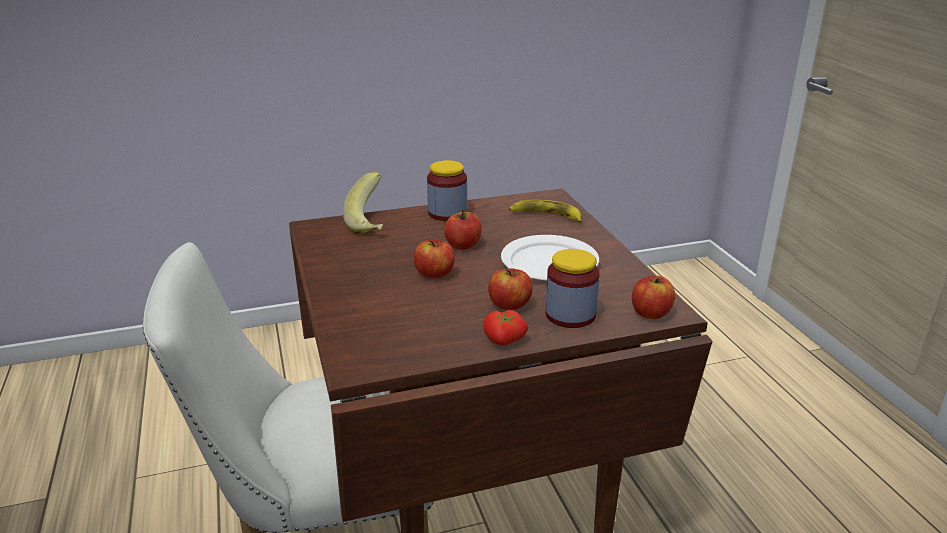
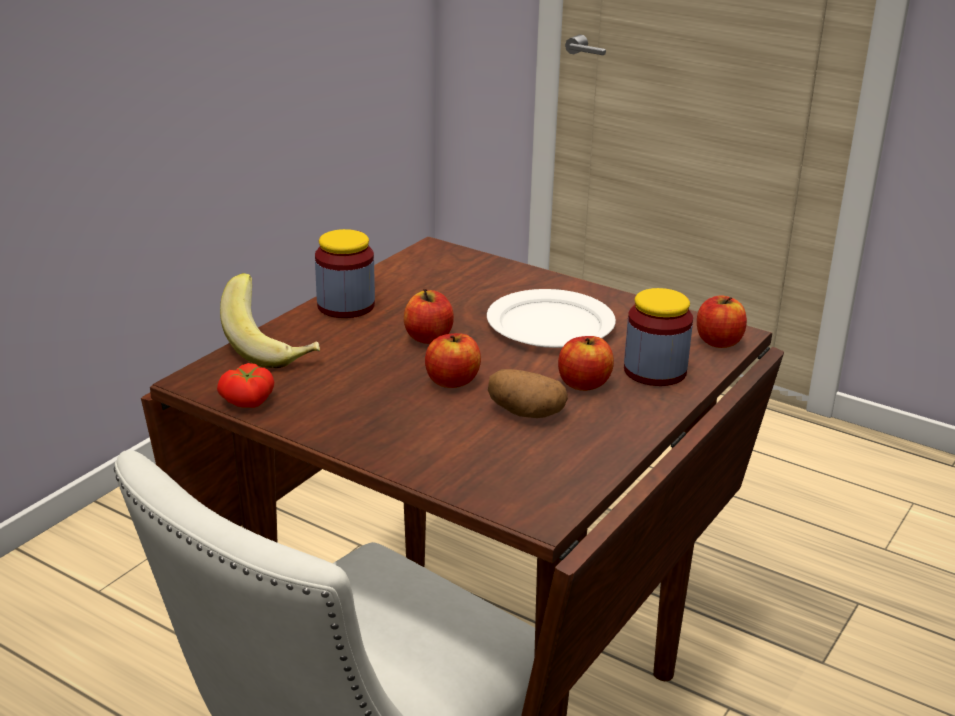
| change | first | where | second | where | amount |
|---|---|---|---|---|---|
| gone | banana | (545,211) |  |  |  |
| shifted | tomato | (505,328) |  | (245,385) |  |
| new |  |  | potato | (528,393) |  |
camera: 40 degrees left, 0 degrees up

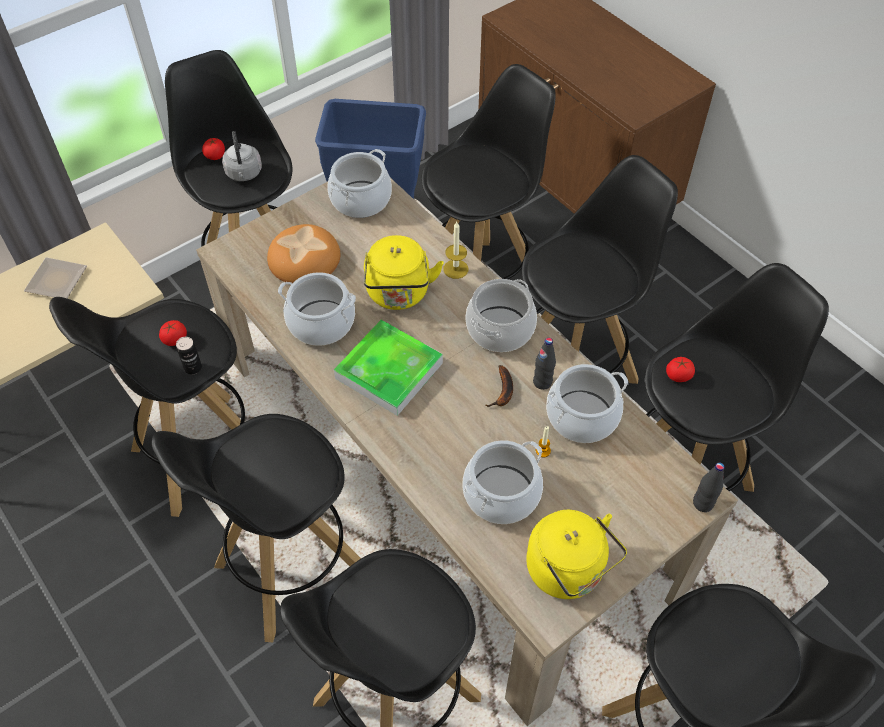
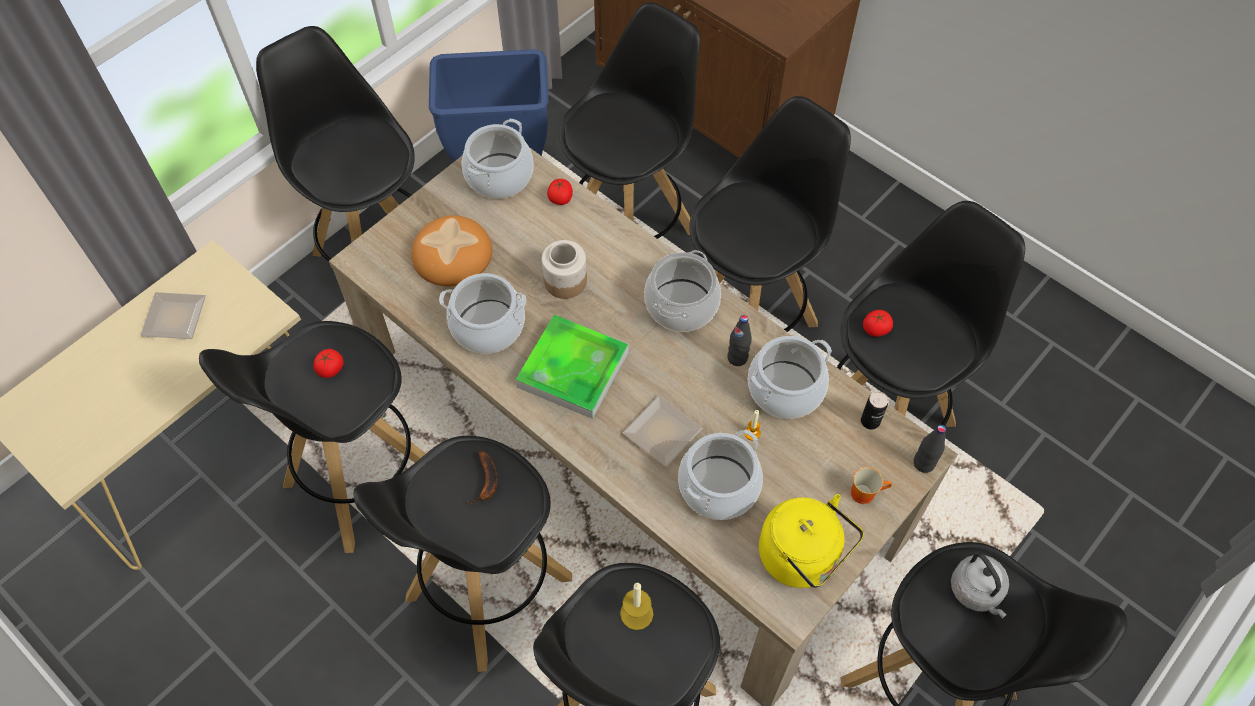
| change | first | where | second | where | amount |
|---|---|---|---|---|---|
| shifted | grey_kettle | (242,156) |  | (980,585) |  |
| shifted | tomato | (213,149) |  | (560,192) |  |
| shifted | candle | (455,250) |  | (636,606) |  |
| swapped | yellow_kettle | (404,272) | jar | (564,269) |  |
| shifted | can | (189,355) |  | (874,410) |  |
| shifted | banana | (499,386) |  | (482,477) |  |
| new |  |  | plate | (662,431) |  |
| new |  |  | mug | (871,485) |  |
camera: 10 degrees left, 5 degrees up

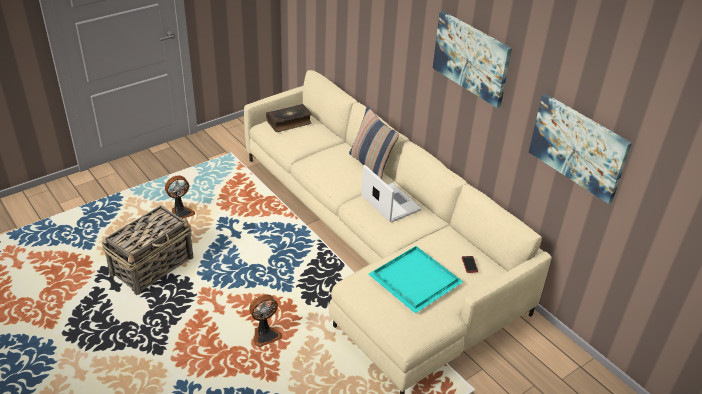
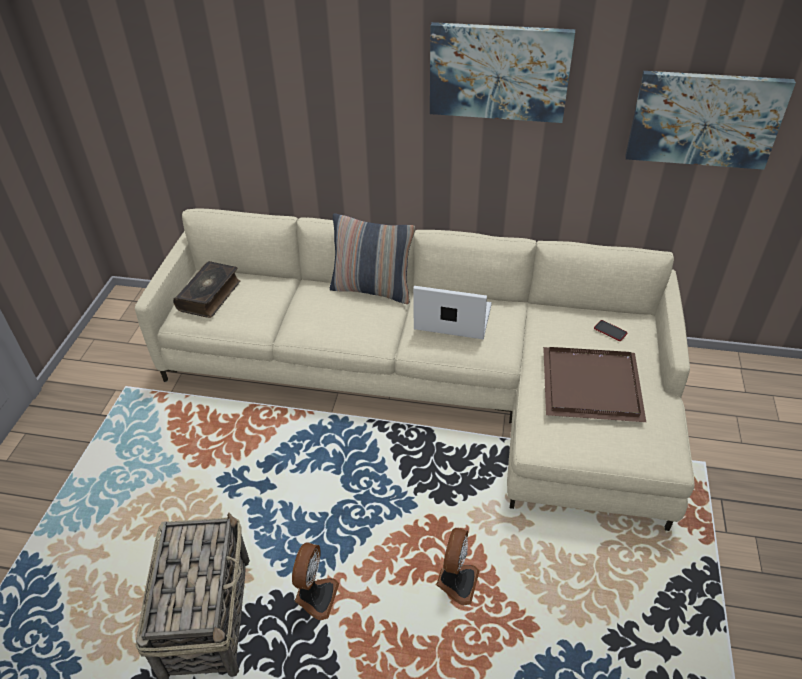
| change | first | where | second | where | amount |
|---|---|---|---|---|---|
| shifted | fan | (180,197) |  | (315,581) |  |
| repainted | turquoise_tray | (416,279) | brown_tray | (594,384) |  |
camera: 40 degrees left, 5 degrees up

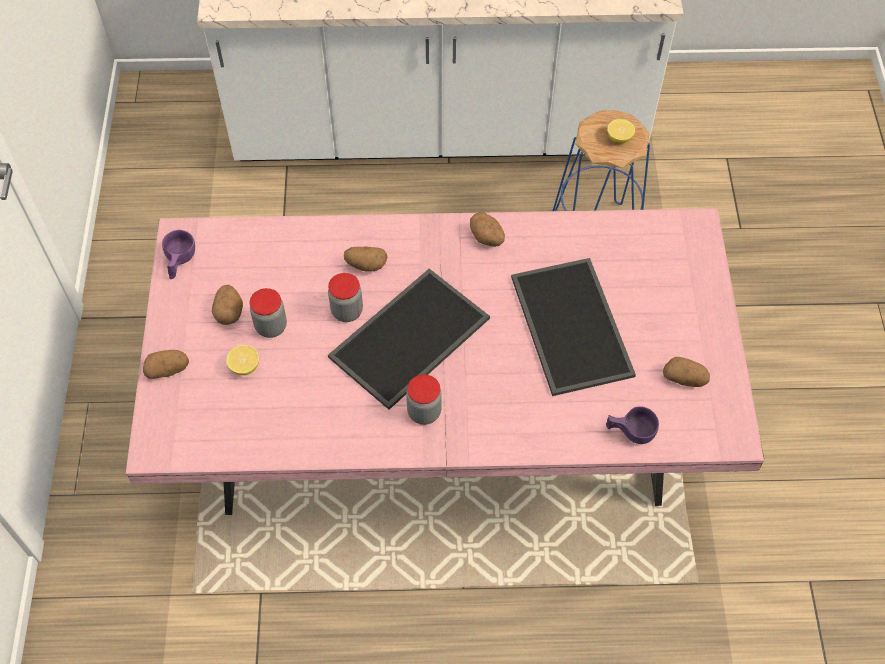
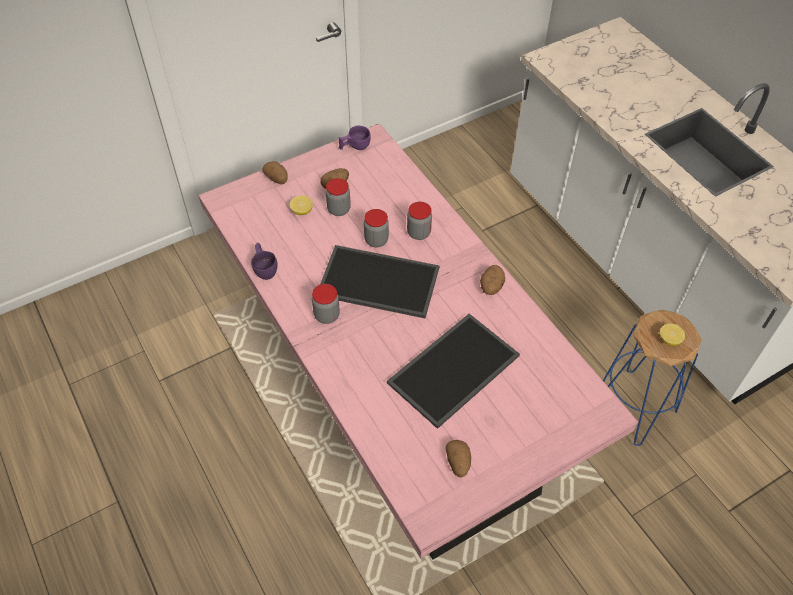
| change | first | where | second | where | amount |
|---|---|---|---|---|---|
| swapped | potato | (365,259) | jar | (419,221) |  |
| shifted | purple_cup | (632,425) |  | (264,261) |  |
camera: 60 degrees right, 5 degrees down

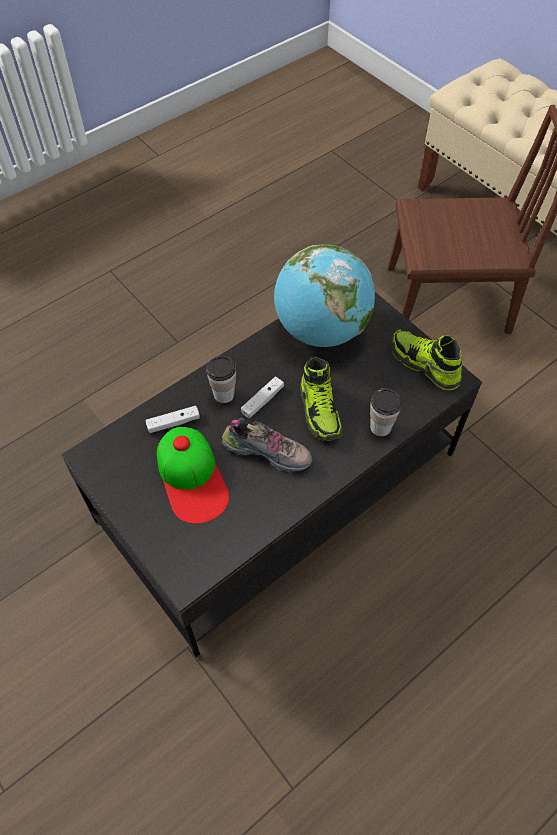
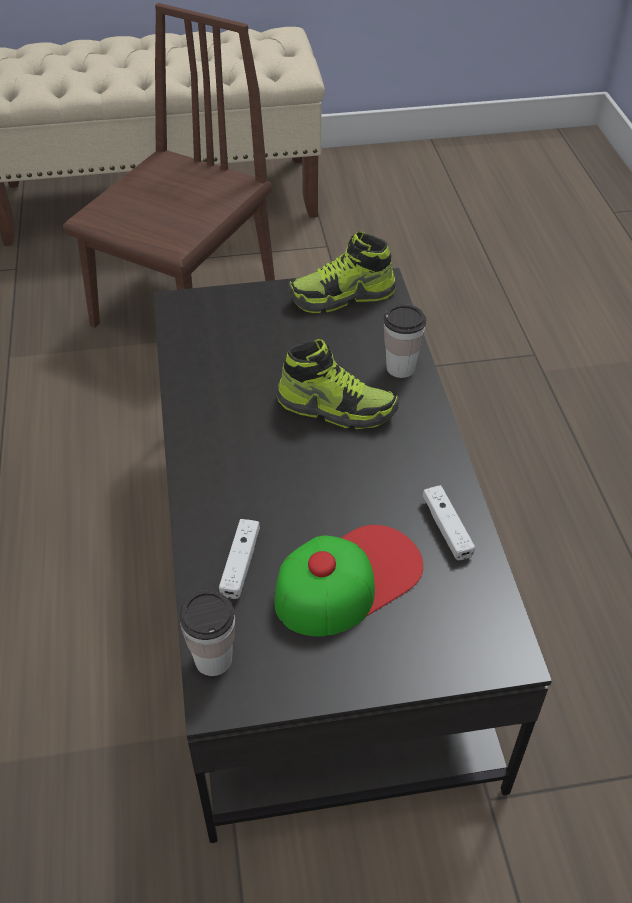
| change | first | where | second | where | amount |
|---|---|---|---|---|---|
| gone | globe | (324,296) |  |  |  |
| shifted | cup | (221,379) |  | (207,633) |  |
| shifted | white_game_controller | (262,397) |  | (449,522) |  |
| gone | shoe | (267,445) |  |  |  |
| rotated | cap | (193,475) |  | (349,580) | 45 degrees counterclockwise |
camera: 60 degrees left, 10 degrees down

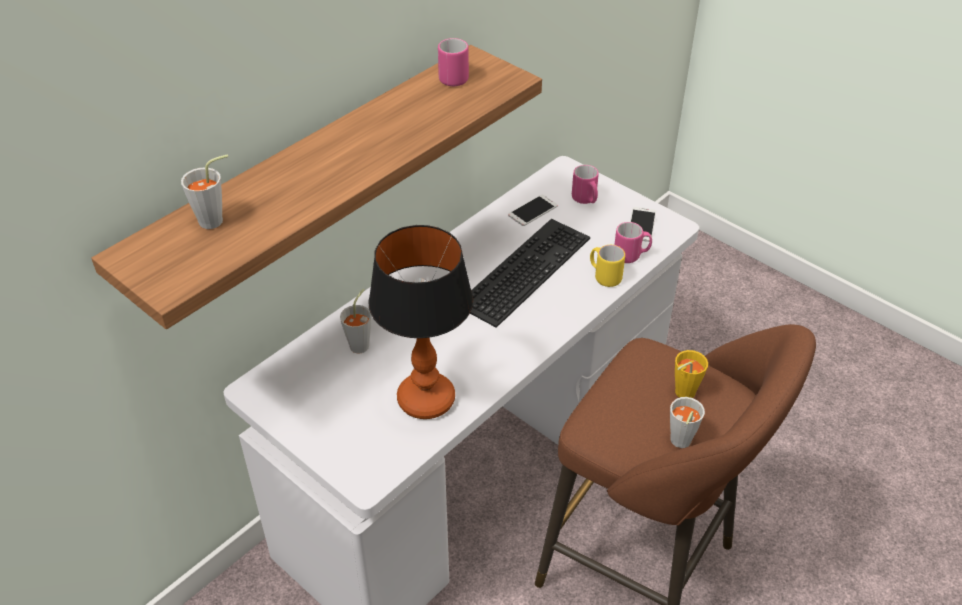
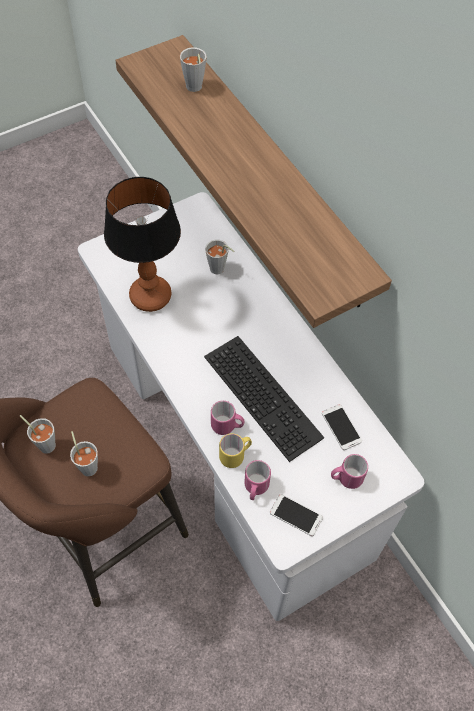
| change | first | where | second | where | amount |
|---|---|---|---|---|---|
| shifted | pink_mug | (453,62) |  | (227,418) |  |
| repainted | yellow_cup | (691,374) | grey_cup | (84,454) |  |
camera: 105 degrees right, 15 degrees up

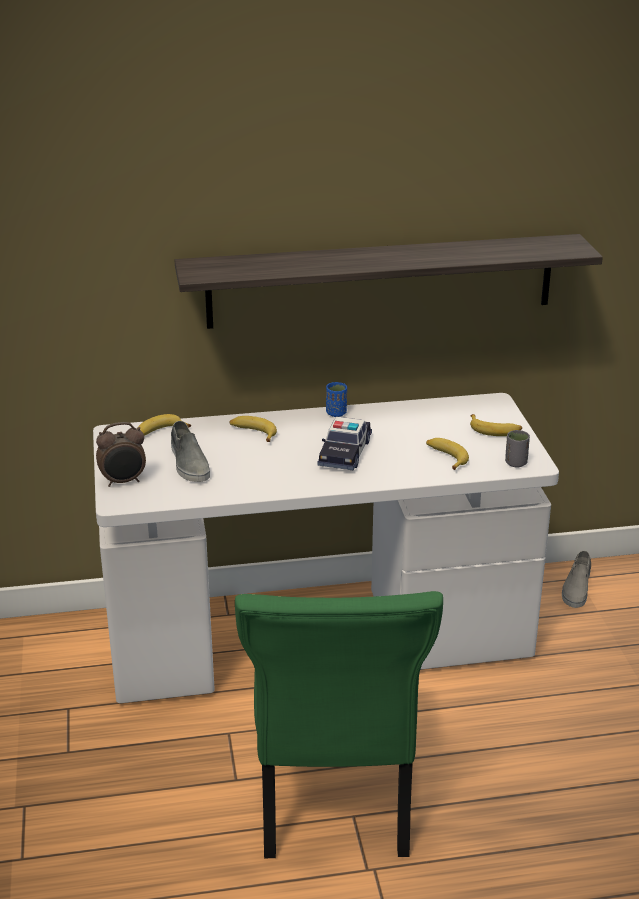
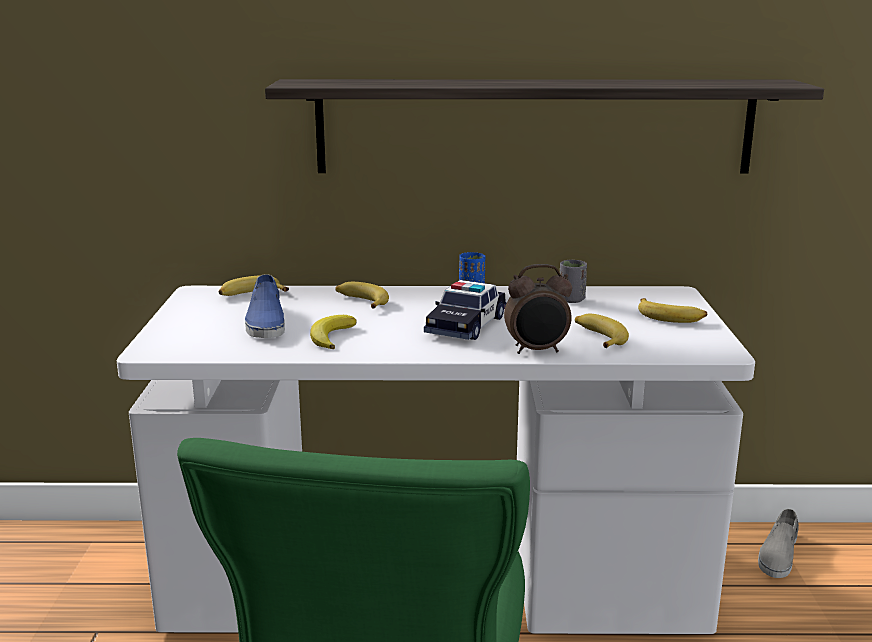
| change | first | where | second | where | amount |
|---|---|---|---|---|---|
| repainted | grey_shoe | (190,451) | blue_shoe | (265,306) |  |
| shifted | alarm_clock | (121,454) |  | (538,309) |  |
| shifted | grey_cup | (517,448) |  | (573,281) |  |
| new |  |  | banana | (333,332) |  |
camera: 10 degrees right, 10 degrees down

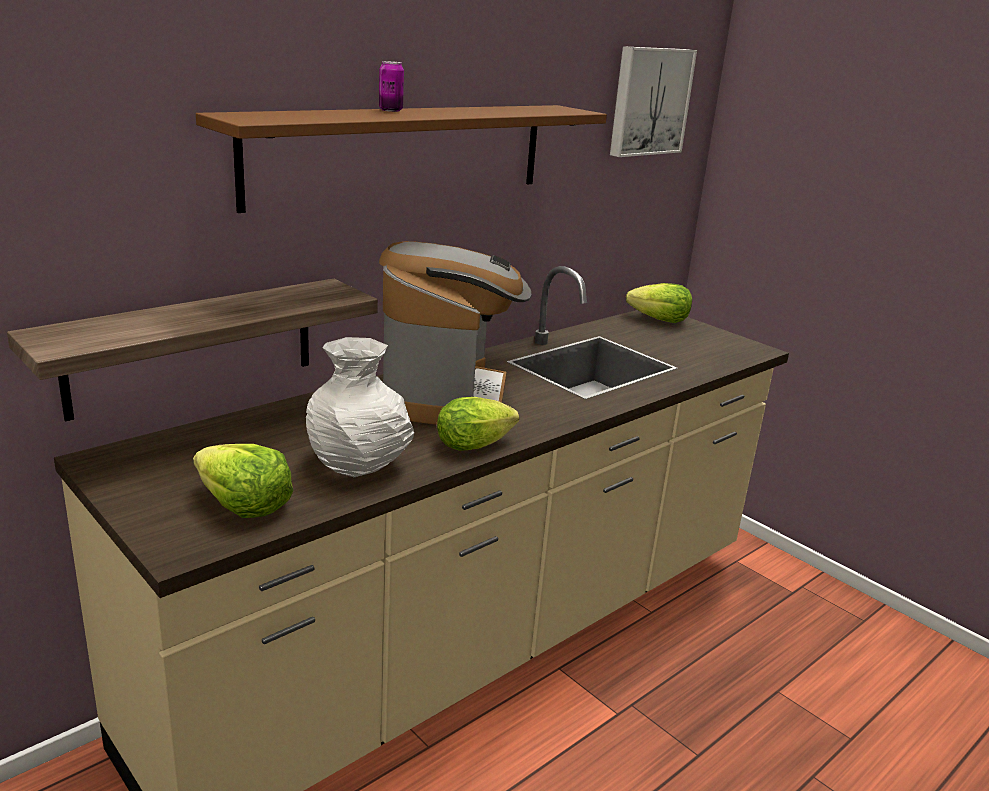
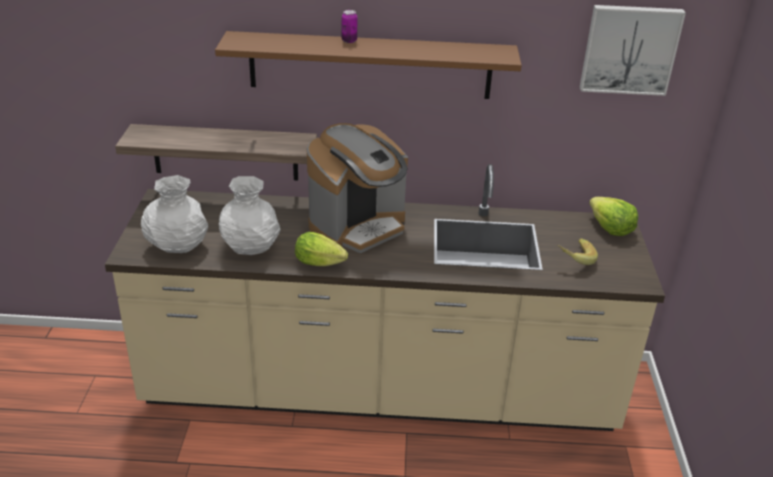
| change | first | where | second | where | amount |
|---|---|---|---|---|---|
| swapped | lettuce | (243,481) | white_vase | (174,214) |  |
| new |  |  | banana | (577,251) |  |
camera: 45 degrees right, 10 degrees up

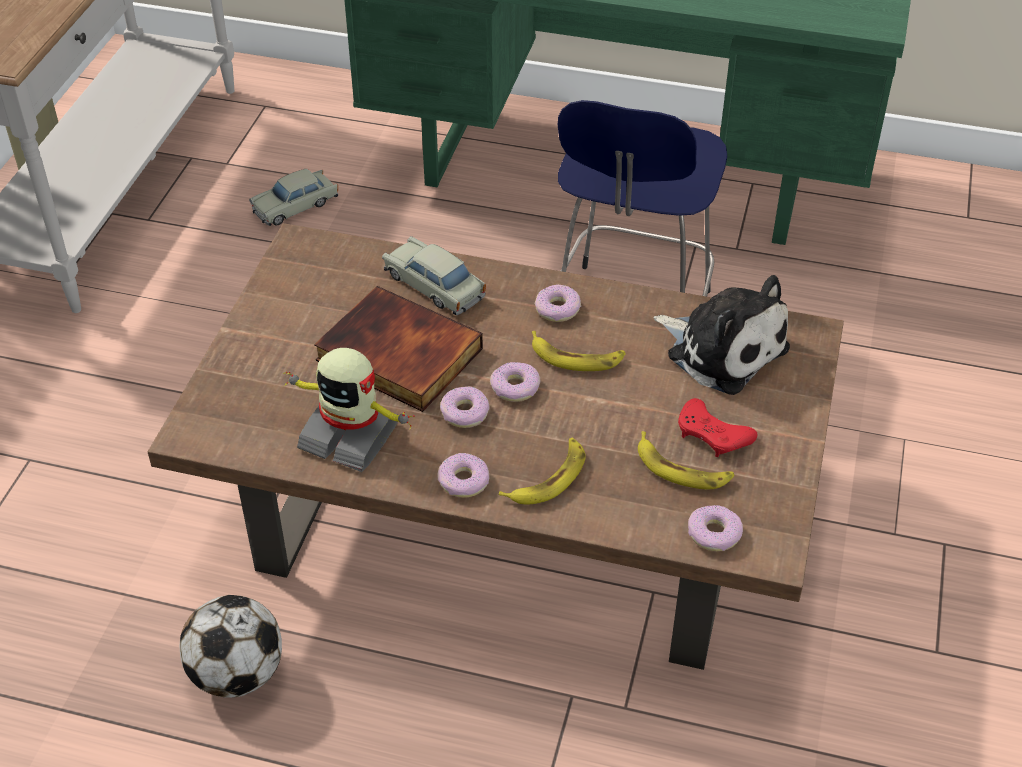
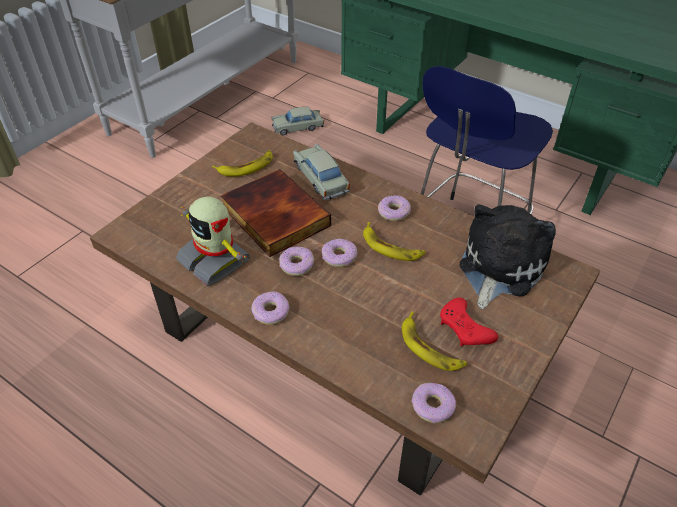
| change | first | where | second | where | amount |
|---|---|---|---|---|---|
| rotated | plush_toy | (721,335) |  | (507,256) | 120 degrees counterclockwise |
| shifted | banana | (542,471) |  | (242,163) |  |
| gone | football | (231,646) |  |  |  |
camera: 20 degrees right, 0 degrees up

